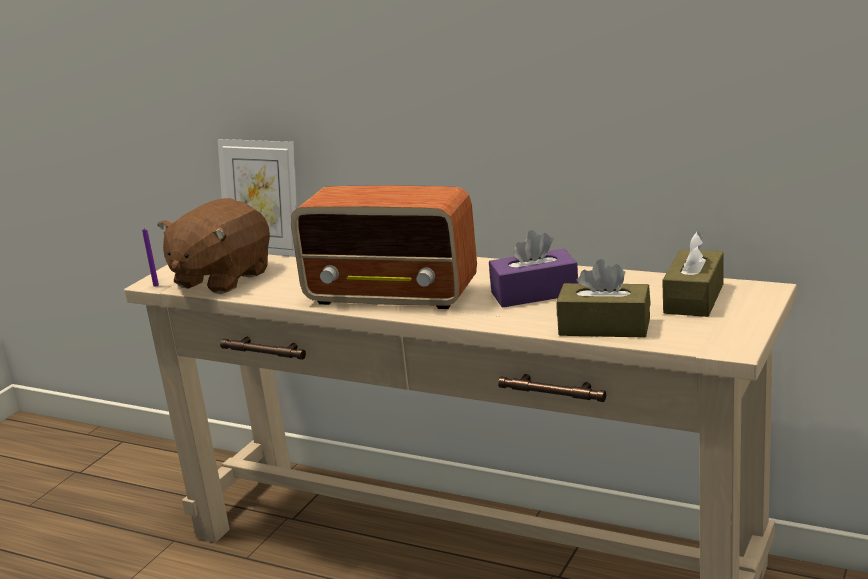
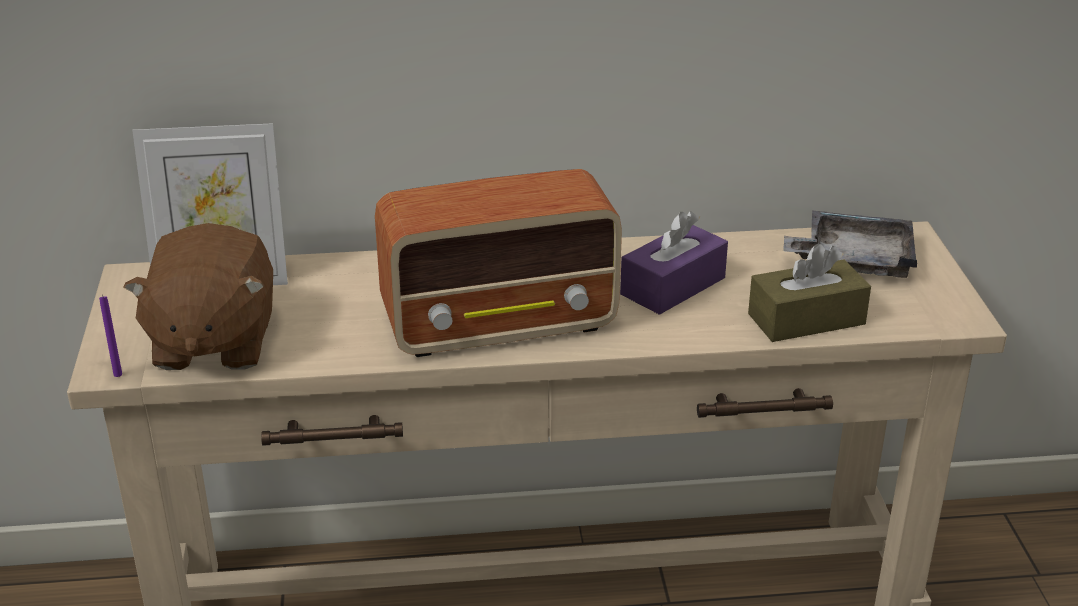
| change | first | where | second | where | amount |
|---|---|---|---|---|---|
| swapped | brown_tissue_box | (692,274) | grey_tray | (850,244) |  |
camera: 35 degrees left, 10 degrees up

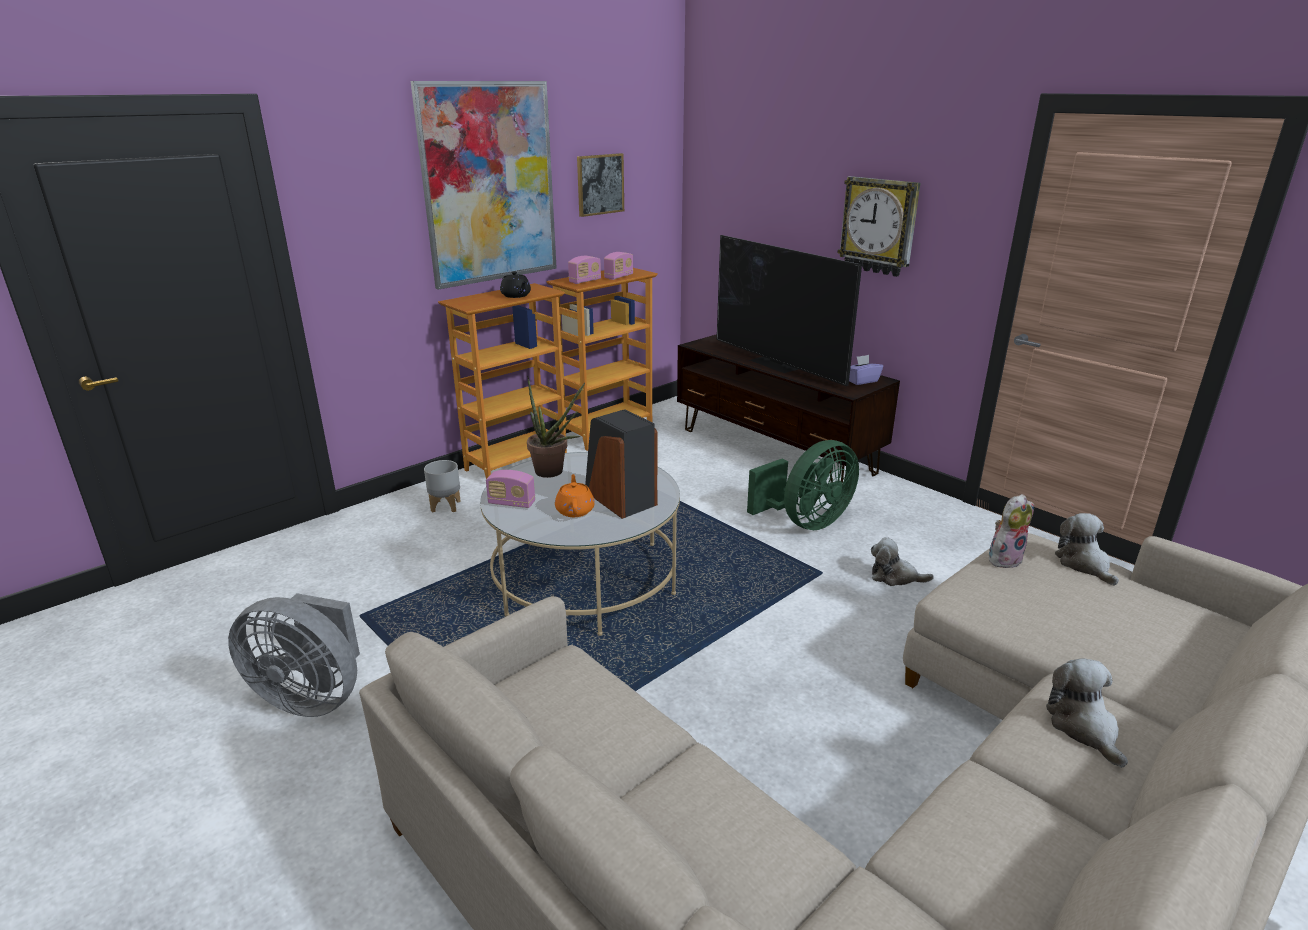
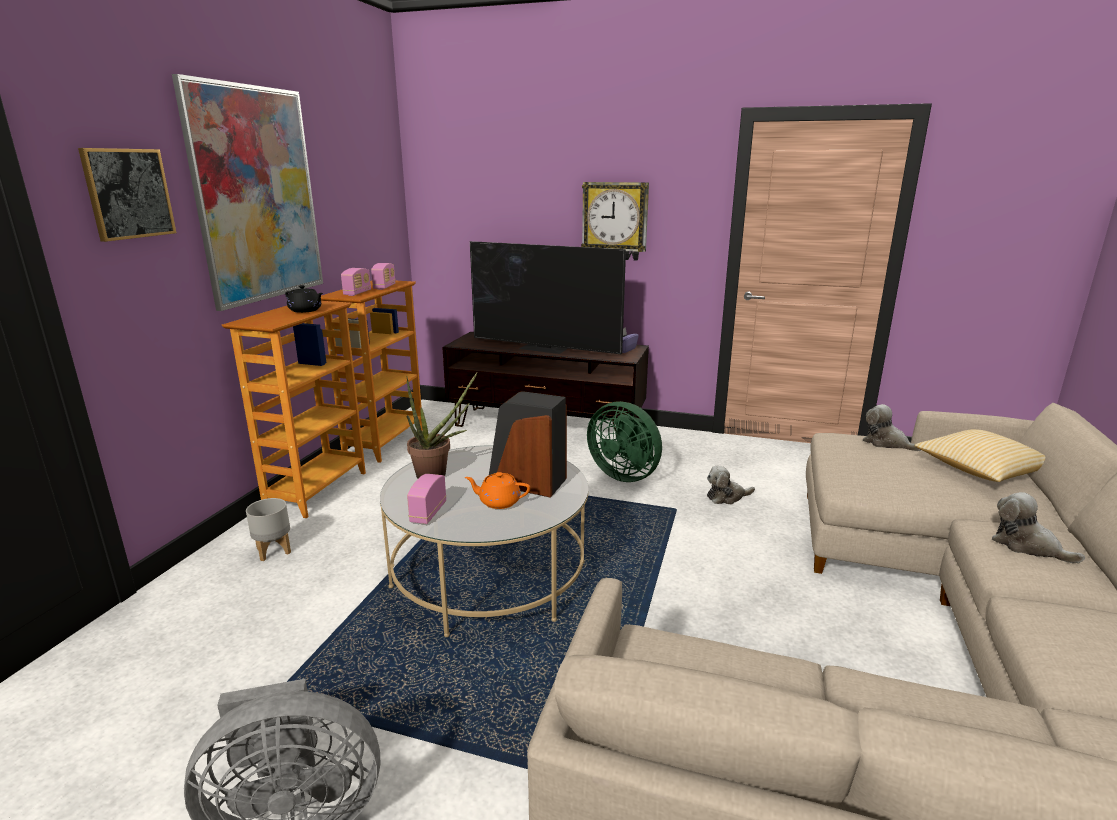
| change | first | where | second | where | amount |
|---|---|---|---|---|---|
| shifted | picture | (600,185) |  | (127,195) |  |
| rotated | green_fan | (803,485) |  | (624,441) | 105 degrees clockwise |
| rotated | radio | (510,489) |  | (426,499) | 120 degrees clockwise |
| rotated | orange_teapot | (575,495) |  | (497,490) | 45 degrees counterclockwise |
| gone | plush_toy | (1011,531) |  |  |  |
| new |  |  | pillow | (979,455) |  |
camera: 30 degrees left, 5 degrees down

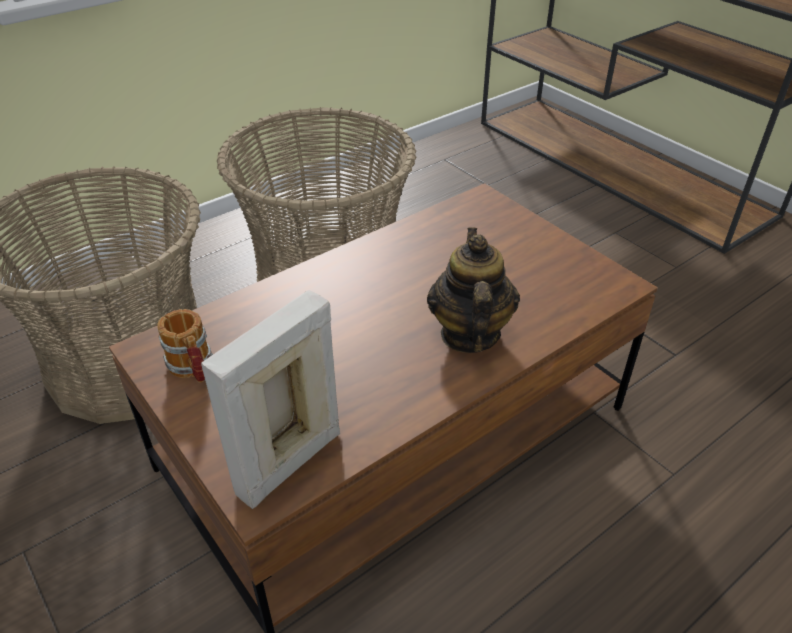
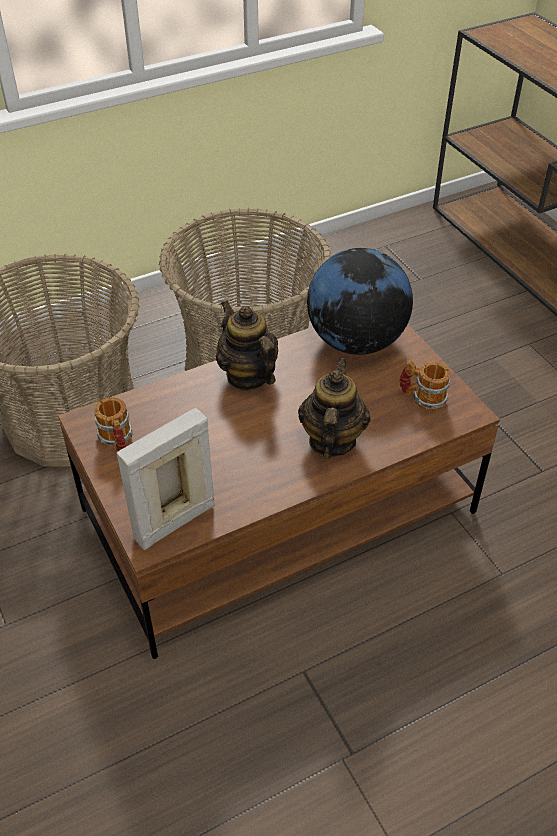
| change | first | where | second | where | amount |
|---|---|---|---|---|---|
| new |  |  | globe | (360,301) |  |
| new |  |  | teapot | (247,345) |  |
| new |  |  | mug | (425,385) |  |
camera: 10 degrees right, 5 degrees up

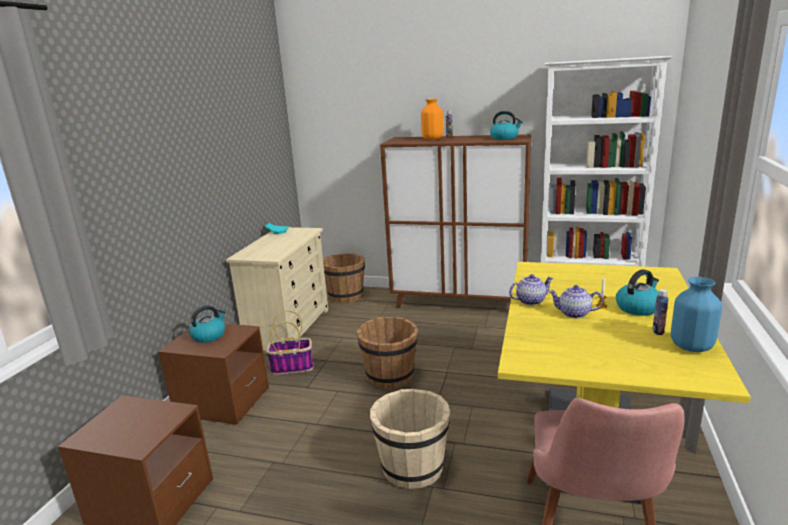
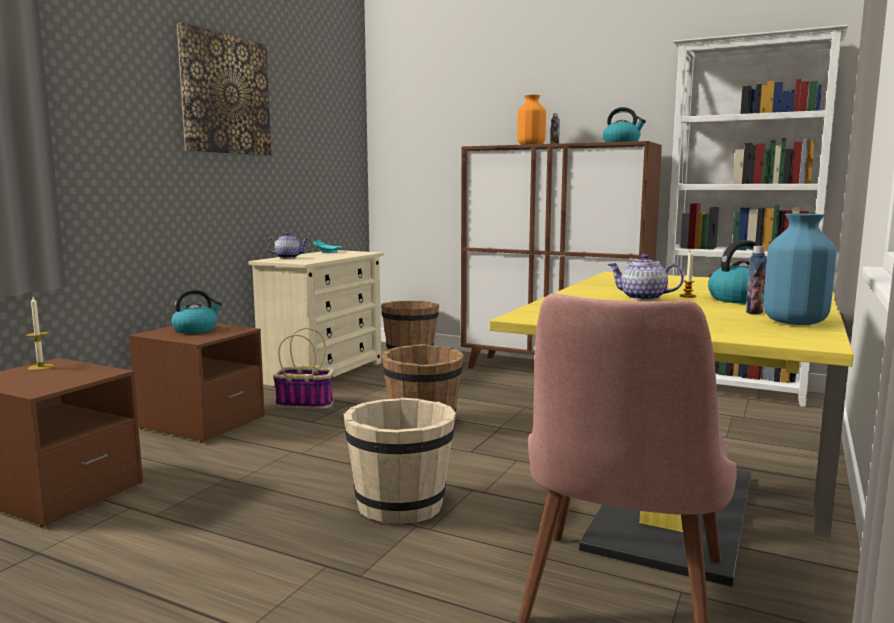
| change | first | where | second | where | amount |
|---|---|---|---|---|---|
| shifted | teapot | (531,289) |  | (287,245) |  |
| new |  |  | picture | (224,89) |  |
| new |  |  | candle | (39,333) |  |
camera: 10 degrees right, 10 degrees down

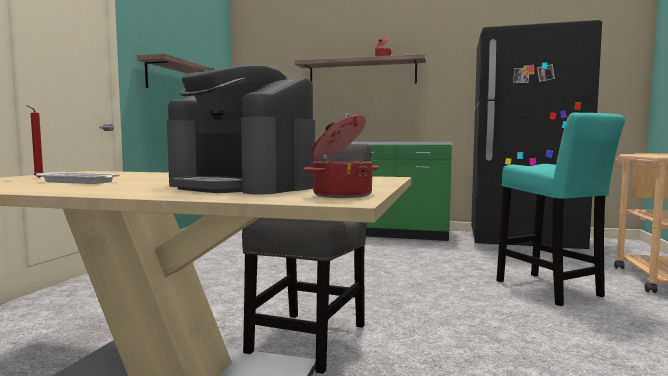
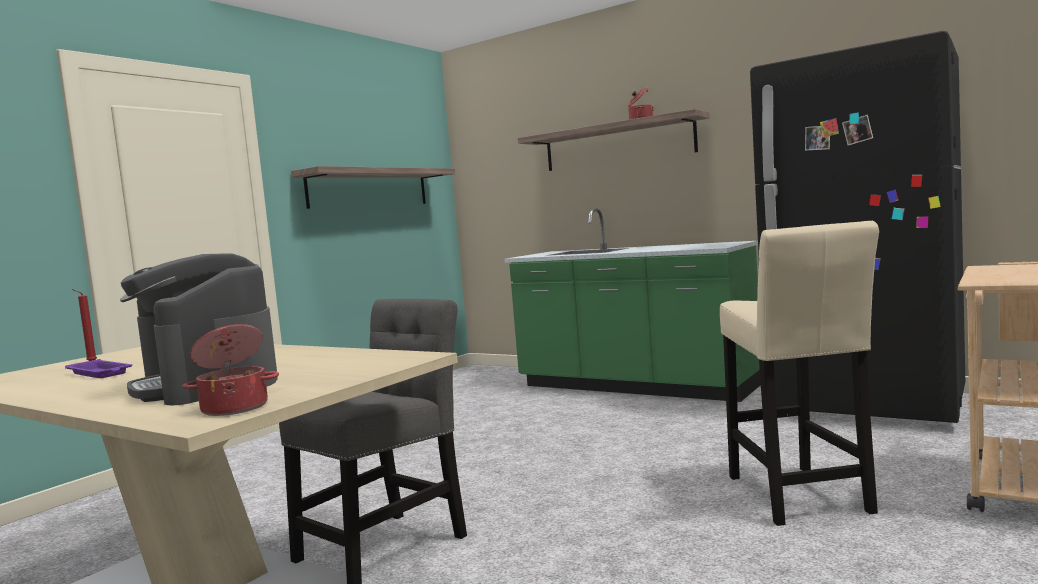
| change | first | where | second | where | amount |
|---|---|---|---|---|---|
| repainted | turquoise_stool | (560,209) | beige_stool | (799,373) |  |
| repainted | white_tray | (78,178) | purple_tray | (98,368) |  |
camera: 20 degrees right, 0 degrees up

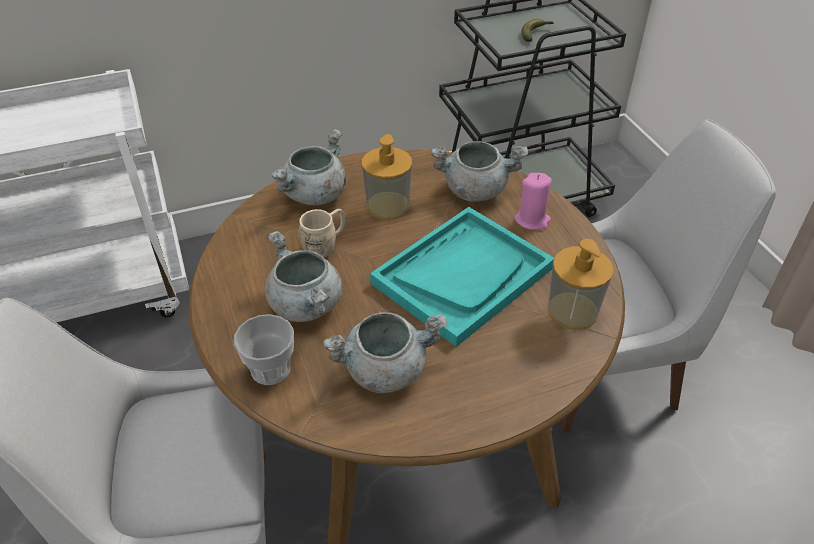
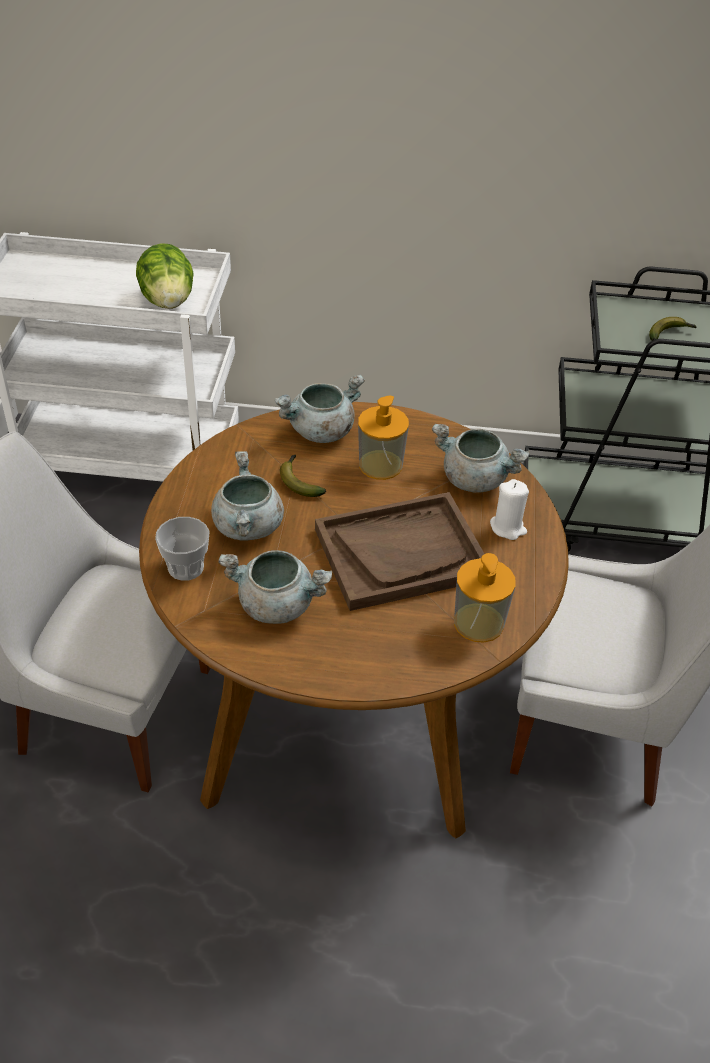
| change | first | where | second | where | amount |
|---|---|---|---|---|---|
| repainted | pink_candle | (533,201) | white_candle | (509,509) |  |
| repainted | turquoise_tray | (462,277) | brown_tray | (399,551) |  |
| swapped | beige_mug | (322,233) | banana | (303,476) |  |
| new |  |  | lettuce | (165,276) |  |
camera: 25 degrees right, 0 degrees up

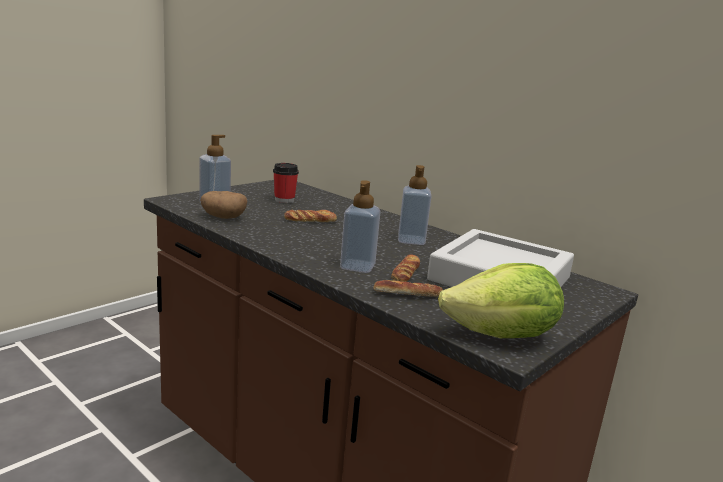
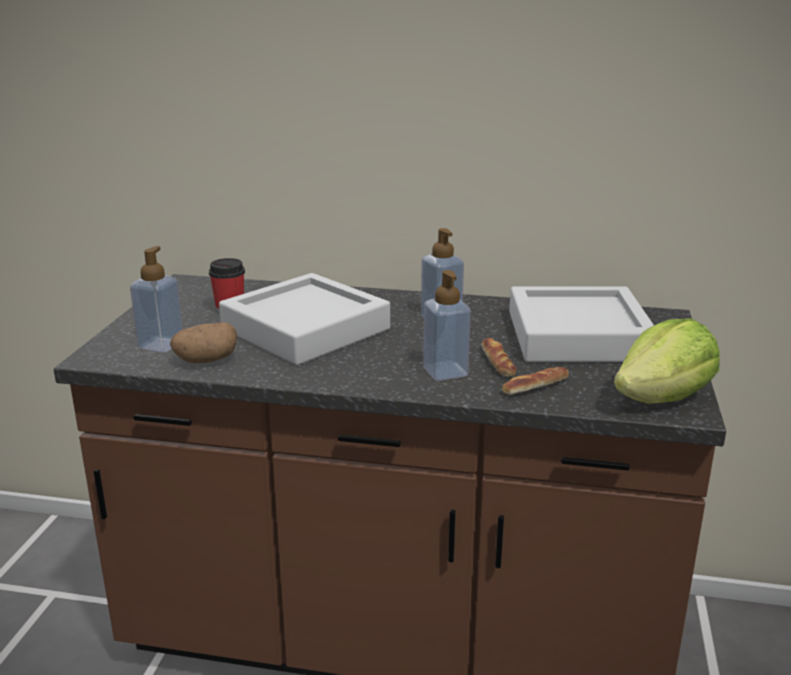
| change | first | where | second | where | amount |
|---|---|---|---|---|---|
| swapped | bread | (310,216) | grey_tray | (304,319) |  |
camera: 30 degrees left, 5 degrees up

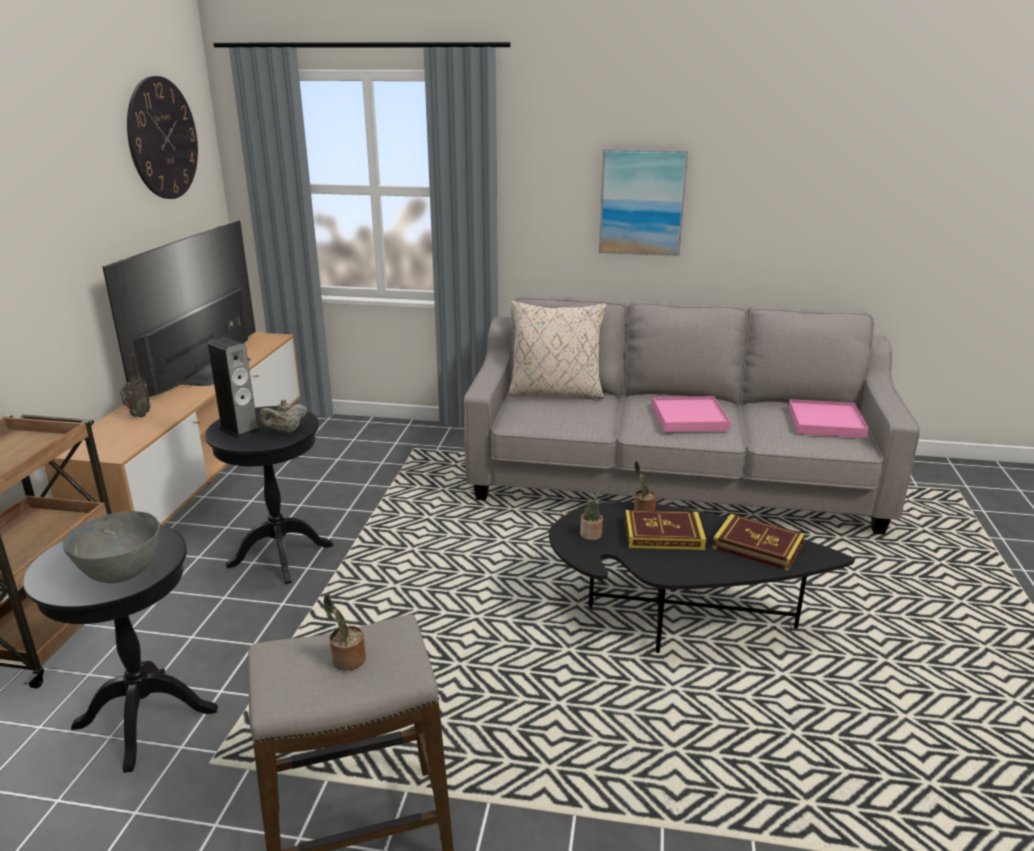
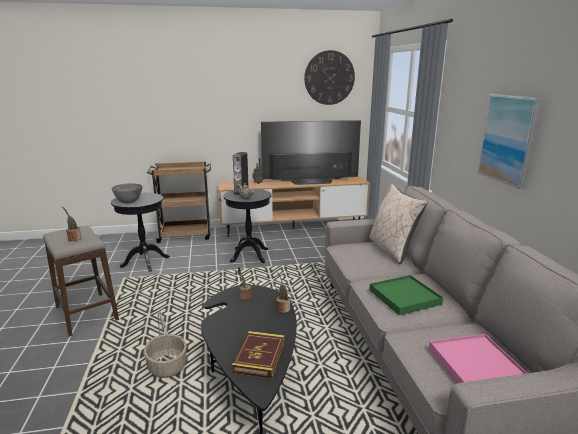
| change | first | where | second | where | amount |
|---|---|---|---|---|---|
| repainted | pink_tray | (691,414) | green_tray | (406,295) |  |
| gone | book | (665,530) |  |  |  |
| new |  |  | basket | (165,345) |  |
camera: 70 degrees right, 5 degrees down

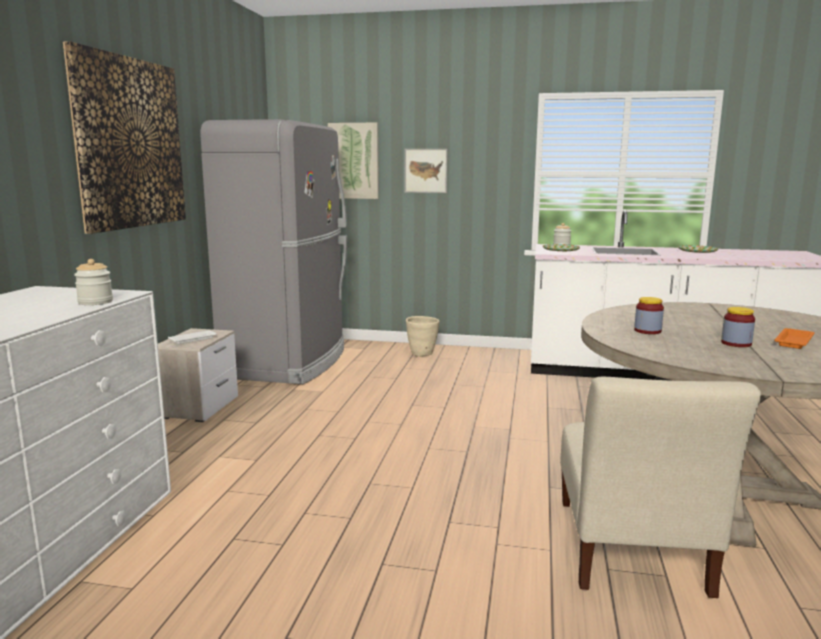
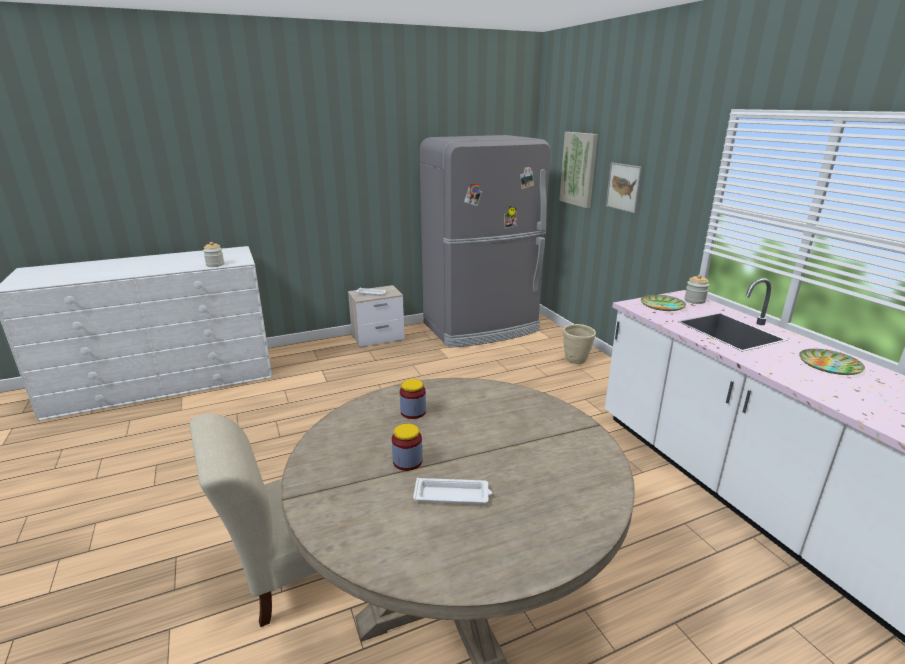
| change | first | where | second | where | amount |
|---|---|---|---|---|---|
| gone | picture | (124,137) |  |  |  |
| repainted | orange_tray | (794,338) | white_tray | (452,490) |  |
camera: 55 degrees right, 10 degrees up

